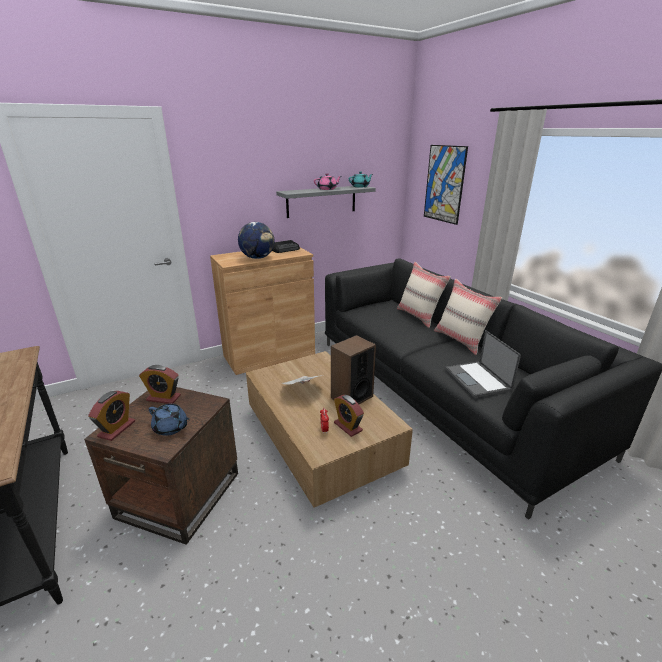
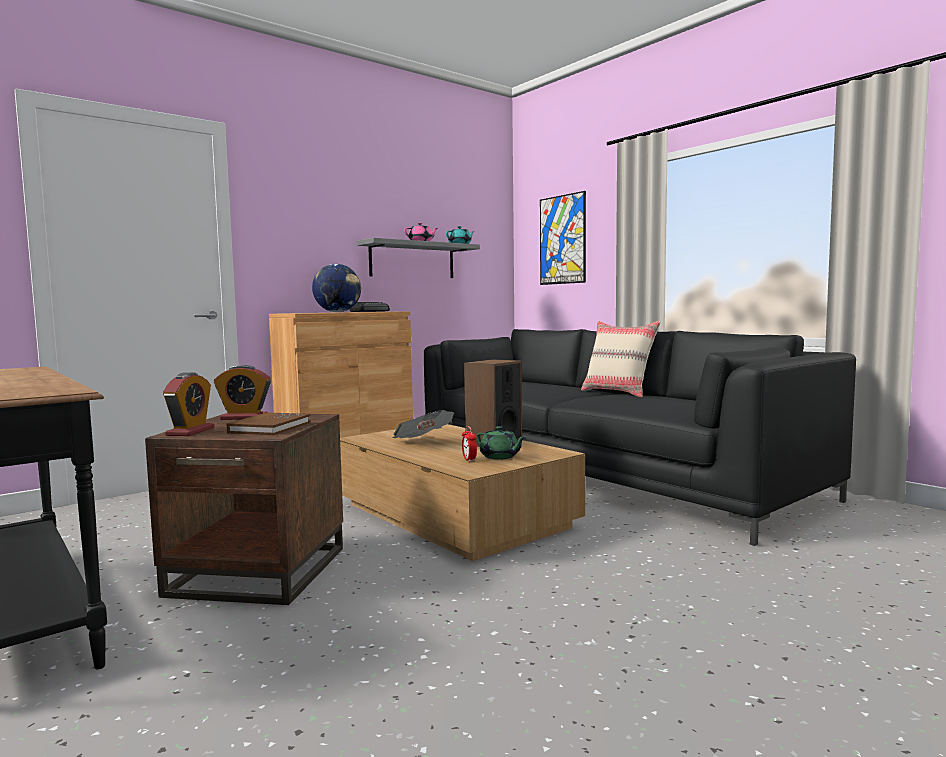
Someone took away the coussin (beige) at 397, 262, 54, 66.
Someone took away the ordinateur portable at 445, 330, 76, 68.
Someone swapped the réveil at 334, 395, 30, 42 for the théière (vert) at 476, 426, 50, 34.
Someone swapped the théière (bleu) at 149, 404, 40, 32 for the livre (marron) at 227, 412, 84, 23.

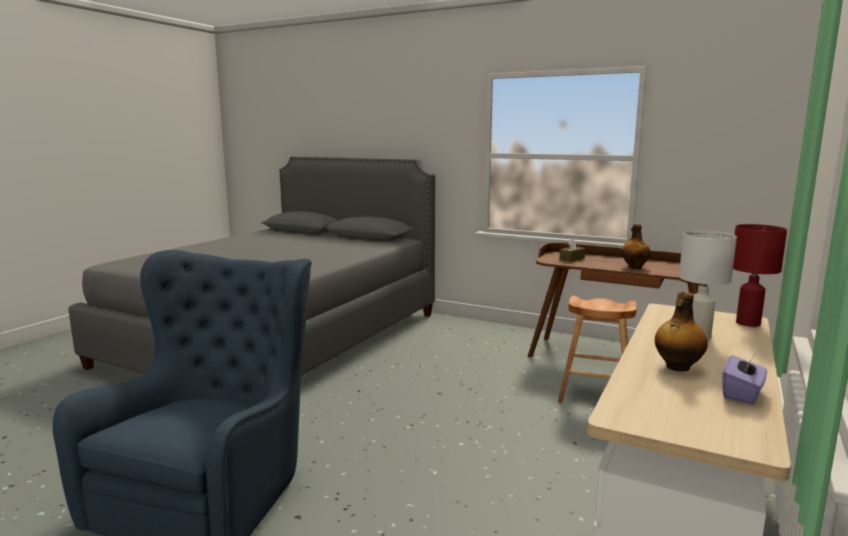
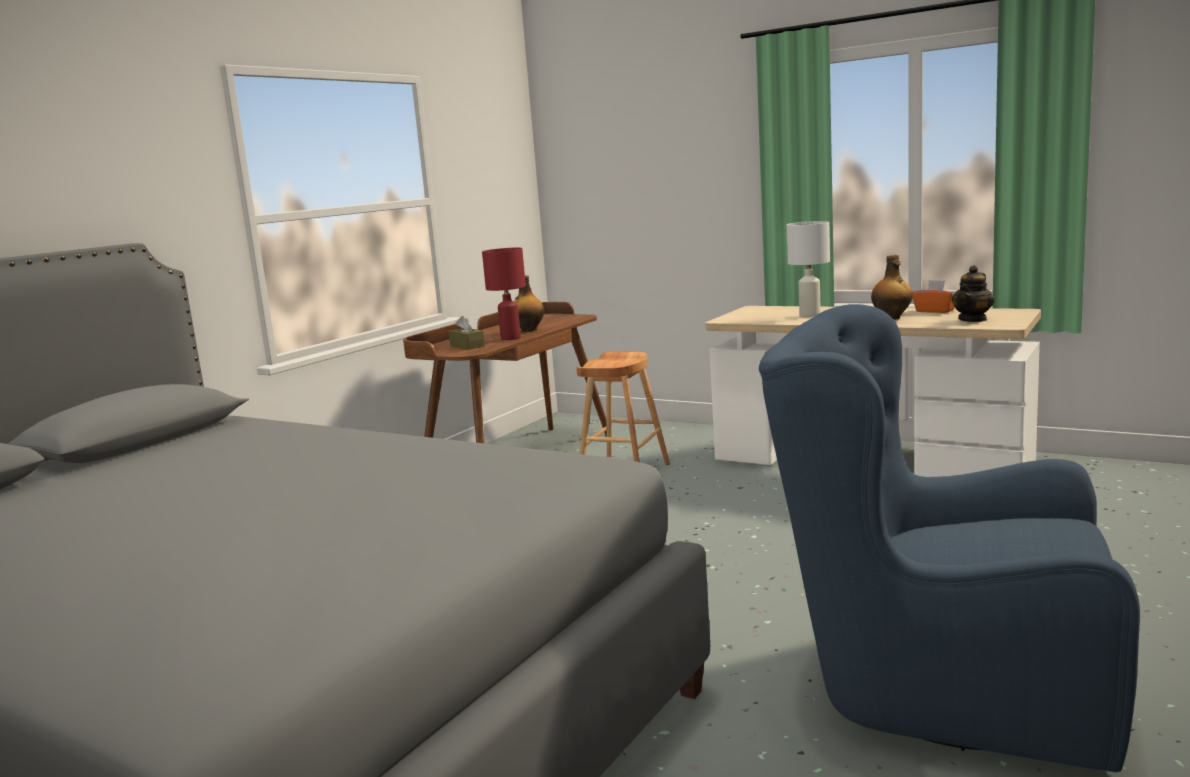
Someone carried the lampe de table (rouge) from 733, 224, 54, 103 to 482, 248, 44, 92.
Someone repainted the boîte à mouchoirs (violet) at 722, 352, 45, 53, which became the boîte à mouchoirs (orange) at 912, 280, 43, 33.
Someone put down the théière at 952, 265, 42, 57.

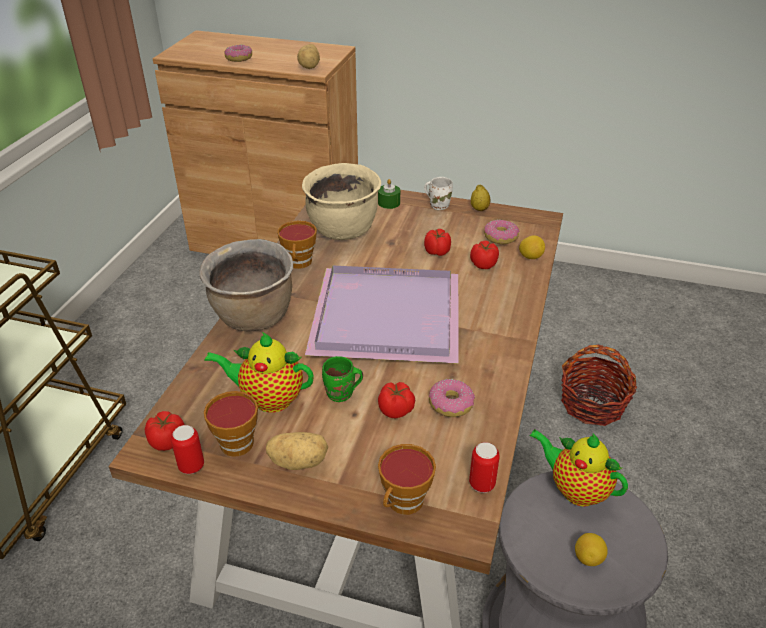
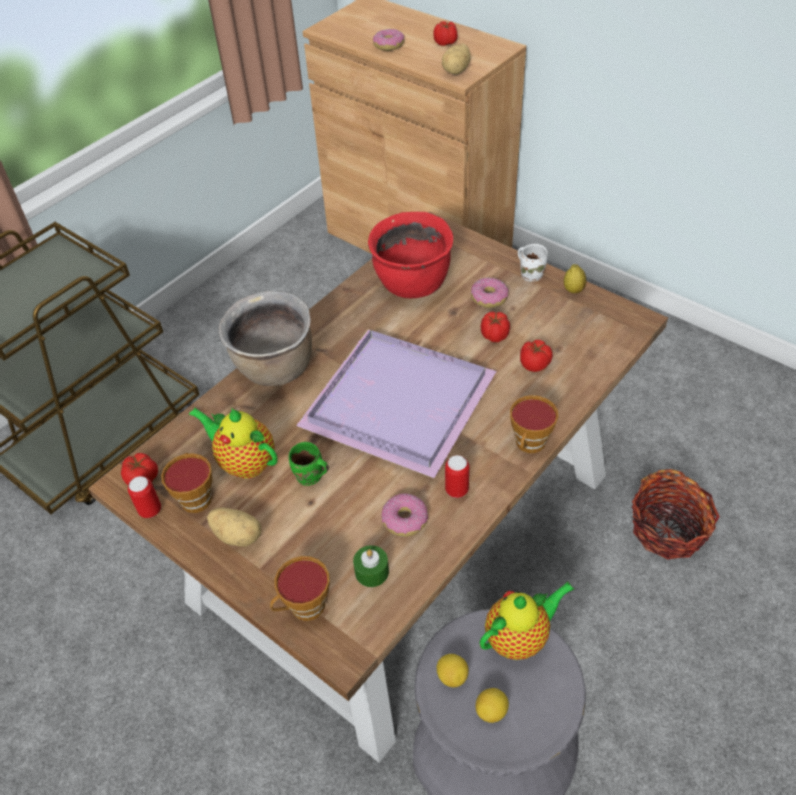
Someone repainted the marmite (beige) at 302, 163, 79, 77, which became the marmite (rouge) at 368, 212, 85, 86.
Someone carried the bougie (vert) from 378, 179, 22, 30 to 353, 545, 36, 42.
Someone carried the tasse from 277, 220, 40, 49 to 510, 395, 48, 58.
Someone carried the beignet from 484, 220, 36, 24 to 471, 278, 38, 30.
Someone carried the citron from 519, 235, 26, 24 to 437, 654, 32, 33.
Someone carried the tomate from 378, 382, 37, 36 to 433, 21, 25, 25.
Someone rotated the théière at 529, 429, 99, 78 by 90 degrees clockwise.
Someone carried the boîte métallique from 469, 442, 31, 51 to 445, 455, 24, 43.

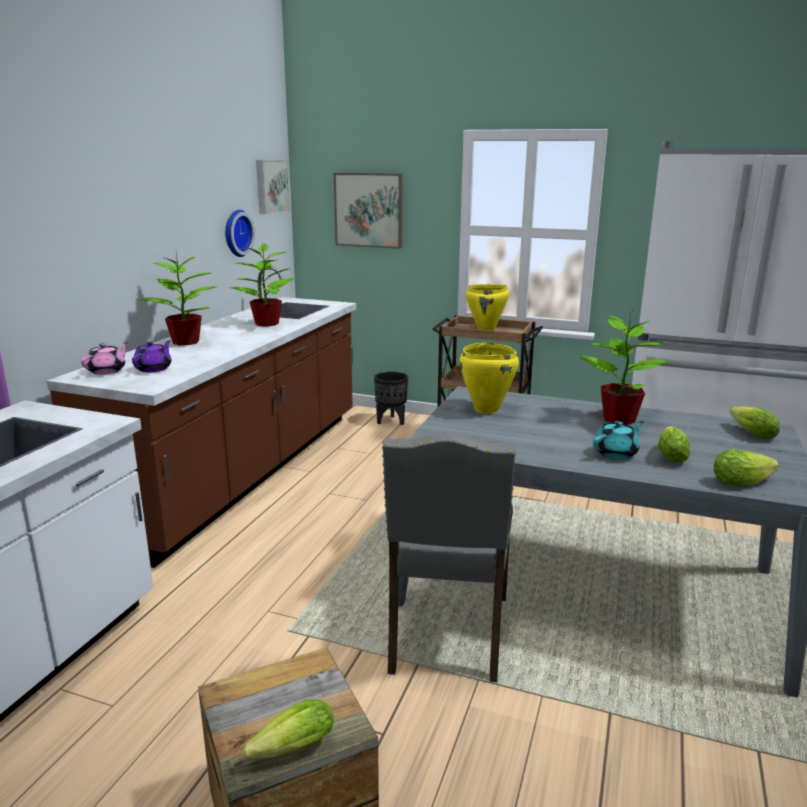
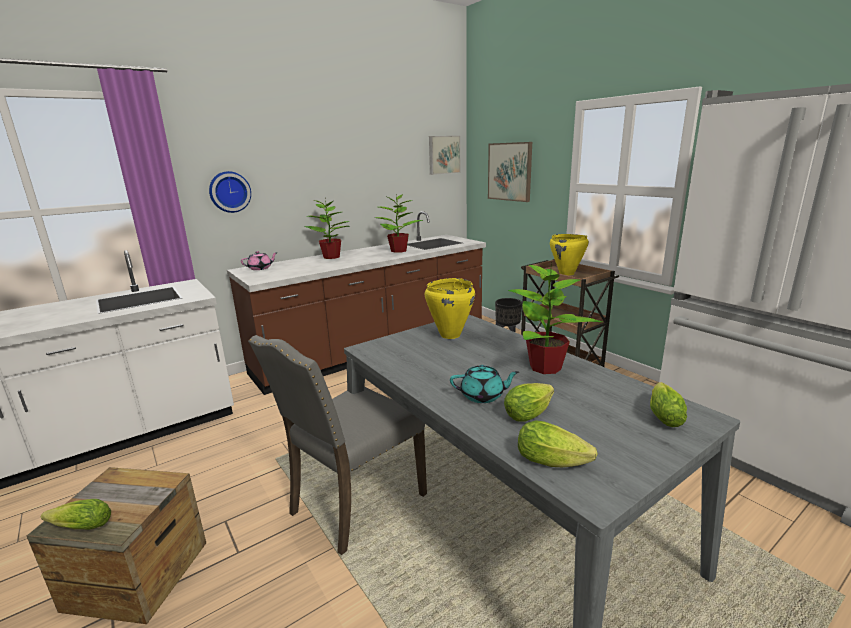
Someone carried the horloge murale from 225, 210, 30, 47 to 209, 171, 42, 42.
Someone took away the théière (violet) at 132, 340, 39, 32.

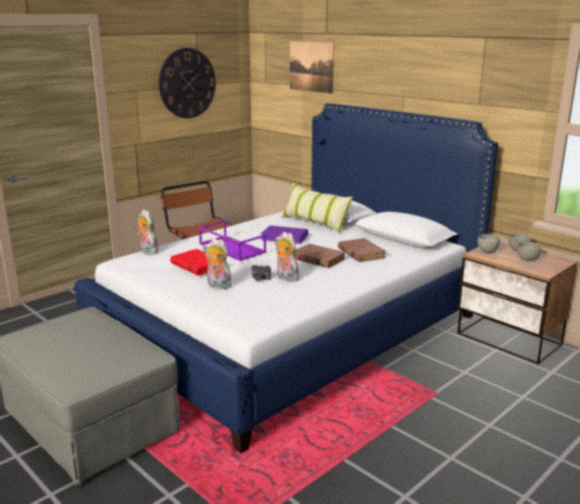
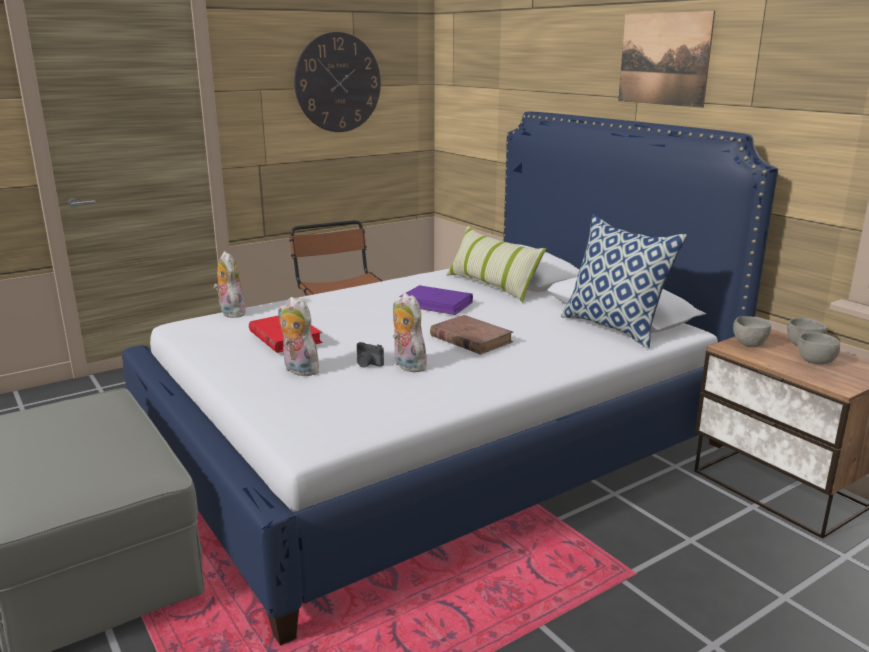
Someone carried the tableau from 290, 41, 44, 53 to 618, 11, 97, 97.
Someone took away the plateau (violet) at 199, 220, 67, 41.
Someone took away the livre (marron) at 338, 238, 48, 24.
Someone put down the coussin at 561, 215, 126, 133.

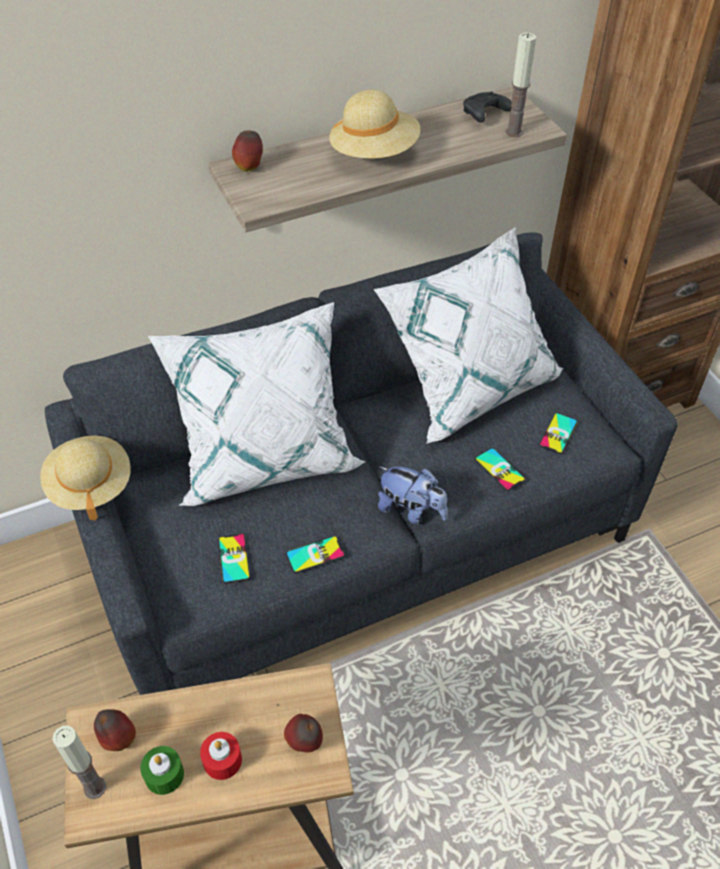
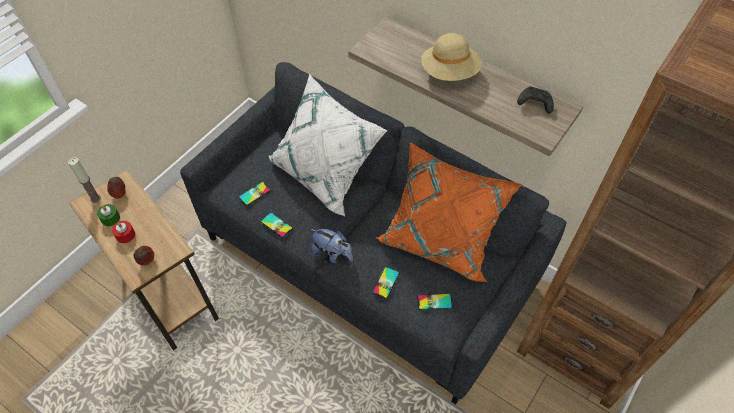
Someone took away the bougie at 505, 32, 31, 105.
Someone took away the pomme at 232, 130, 31, 42.
Someone repainted the coussin (blanc) at 374, 227, 189, 217, which became the coussin (orange) at 376, 142, 146, 140.
Someone took away the chapeau (beige) at 40, 436, 91, 84.
Someone rotated the peluche at 378, 466, 70, 59 by 60 degrees counterclockwise.

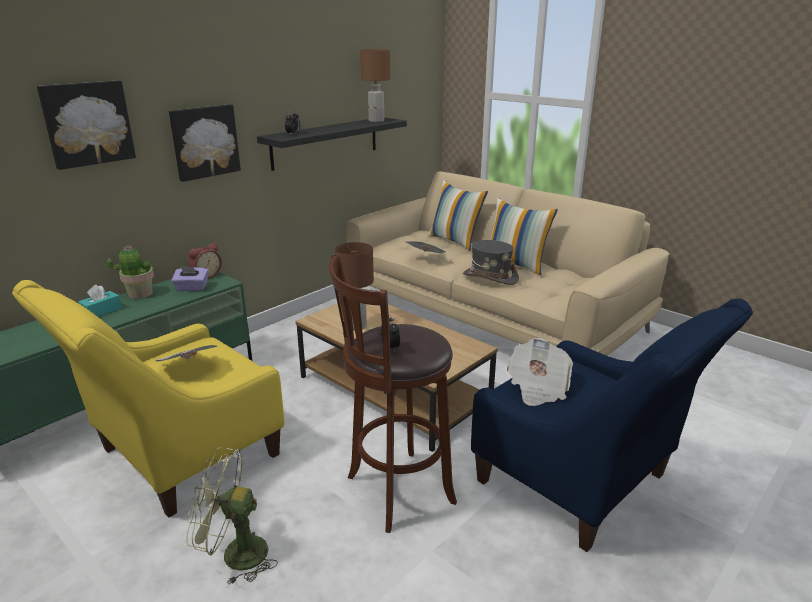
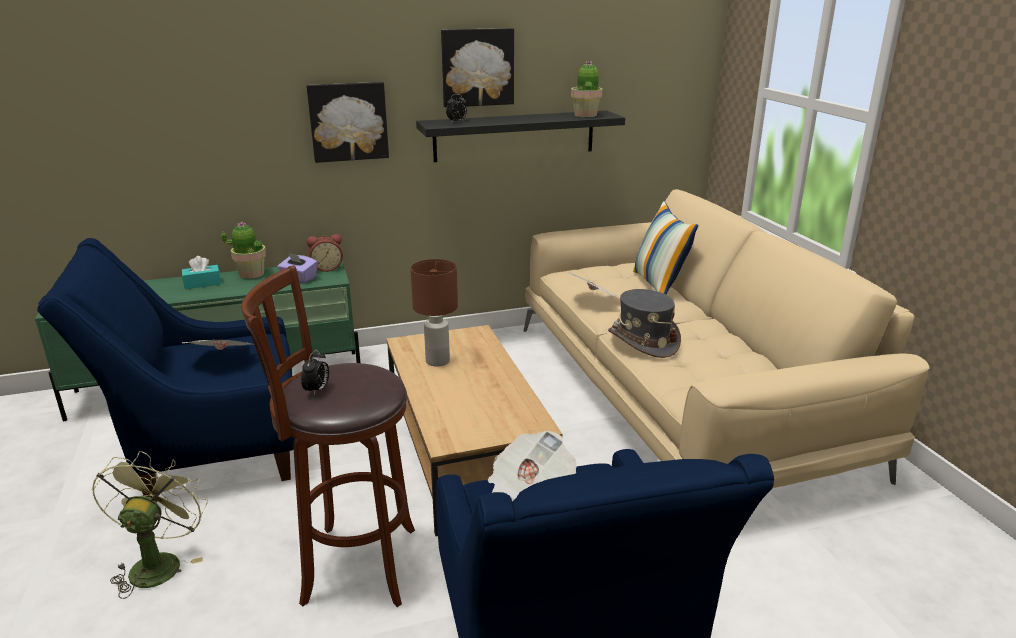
Someone swapped the lampe de table (marron) at 360, 49, 30, 73 for the plante en pot at 571, 61, 31, 56.
Someone carried the tableau from 37, 81, 99, 89 to 441, 28, 73, 80.
Someone took away the coussin at 490, 198, 68, 77.
Someone repainted the fauteuil (jaune) at 12, 280, 272, 238, which became the fauteuil (bleu) at 37, 238, 258, 264.
Someone rotated the ventilateur (vert) at 187, 447, 91, 137 by 60 degrees clockwise.

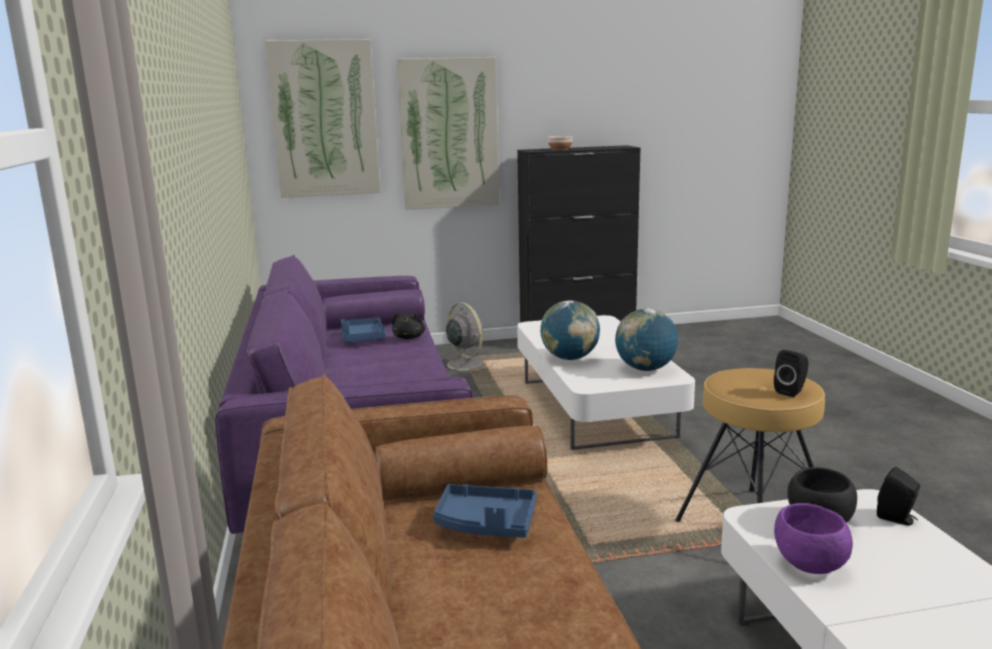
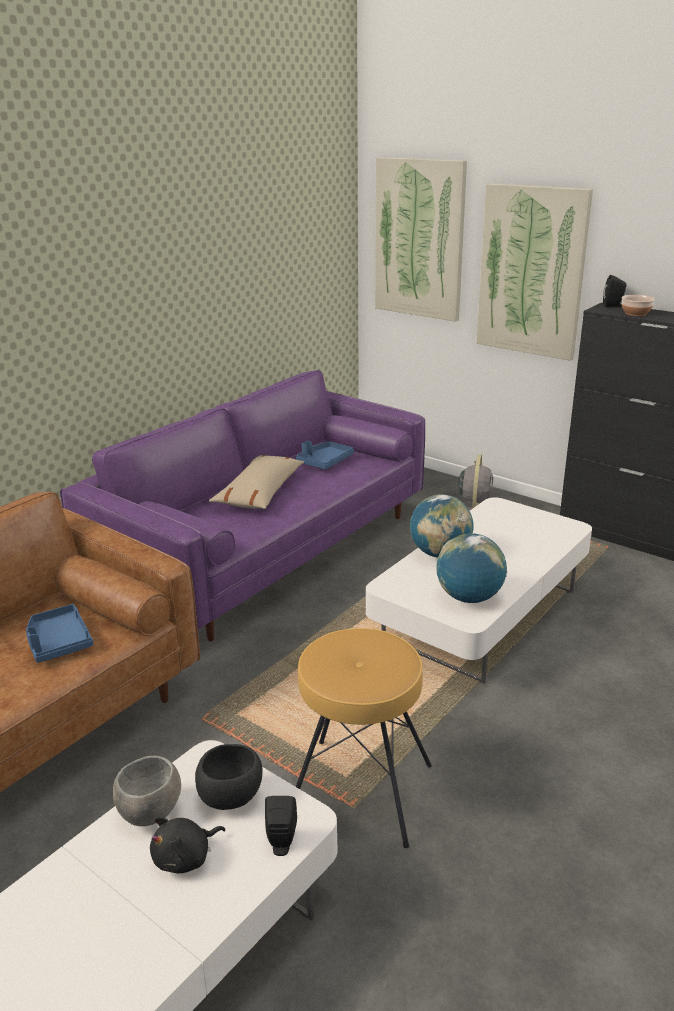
Someone carried the peluche (noir) from 392, 312, 33, 27 to 150, 817, 75, 56.
Someone carried the enceinte (noir) from 774, 350, 34, 47 to 603, 275, 24, 33.
Someone repainted the bol (violet) at 774, 503, 79, 71, which became the bol (gris) at 113, 756, 68, 70.
Someone put down the coussin (beige) at 209, 455, 95, 54.

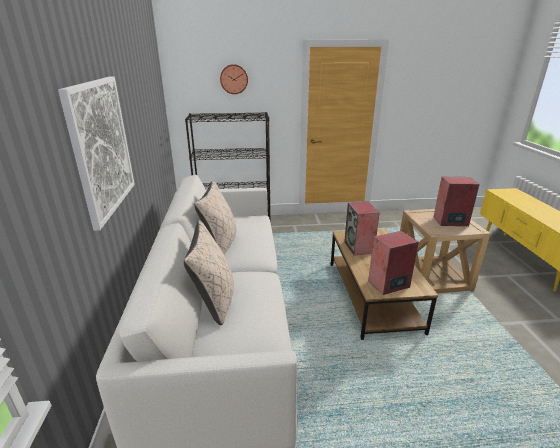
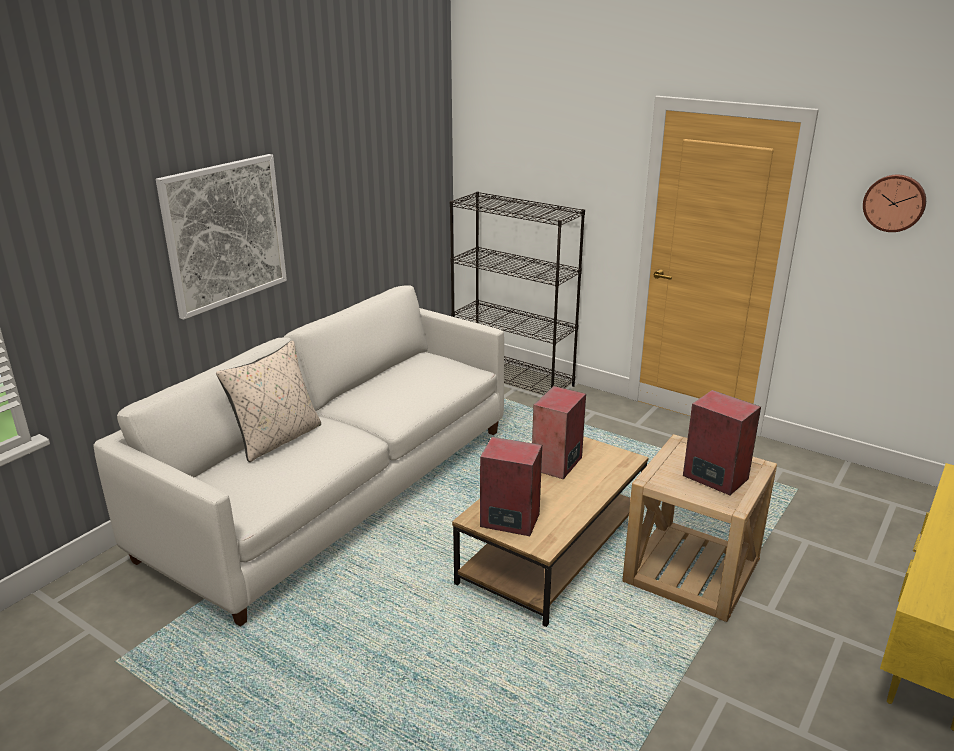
Someone carried the horloge murale from 220, 64, 28, 30 to 863, 175, 63, 57.
Someone took away the coussin (beige) at 194, 181, 42, 74.

